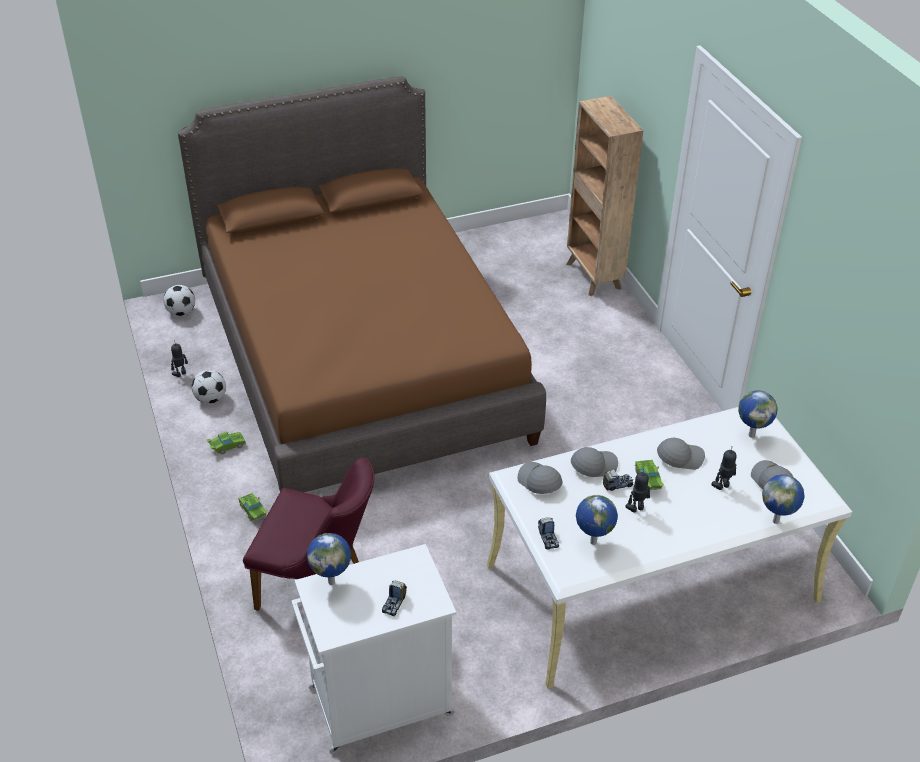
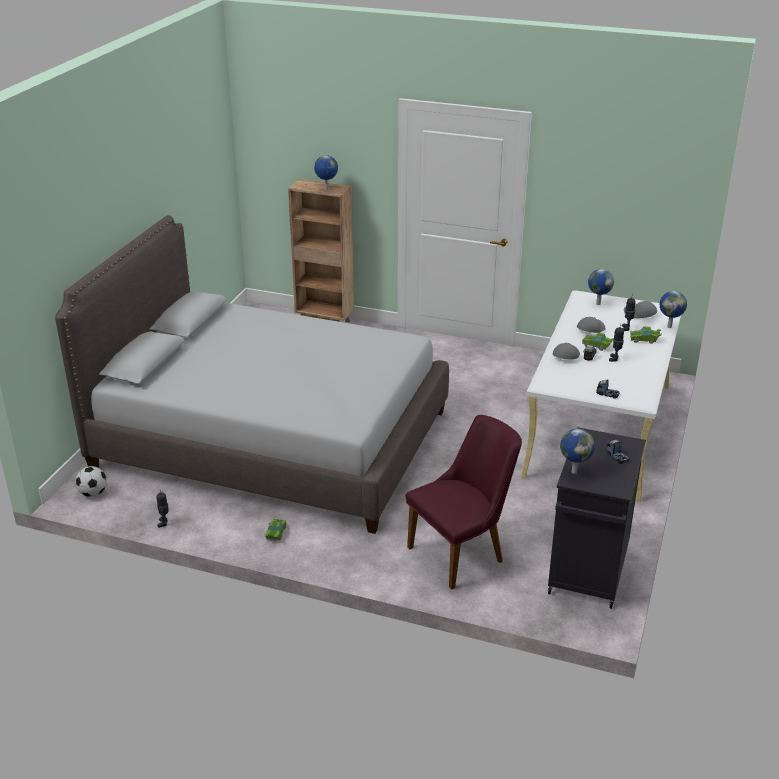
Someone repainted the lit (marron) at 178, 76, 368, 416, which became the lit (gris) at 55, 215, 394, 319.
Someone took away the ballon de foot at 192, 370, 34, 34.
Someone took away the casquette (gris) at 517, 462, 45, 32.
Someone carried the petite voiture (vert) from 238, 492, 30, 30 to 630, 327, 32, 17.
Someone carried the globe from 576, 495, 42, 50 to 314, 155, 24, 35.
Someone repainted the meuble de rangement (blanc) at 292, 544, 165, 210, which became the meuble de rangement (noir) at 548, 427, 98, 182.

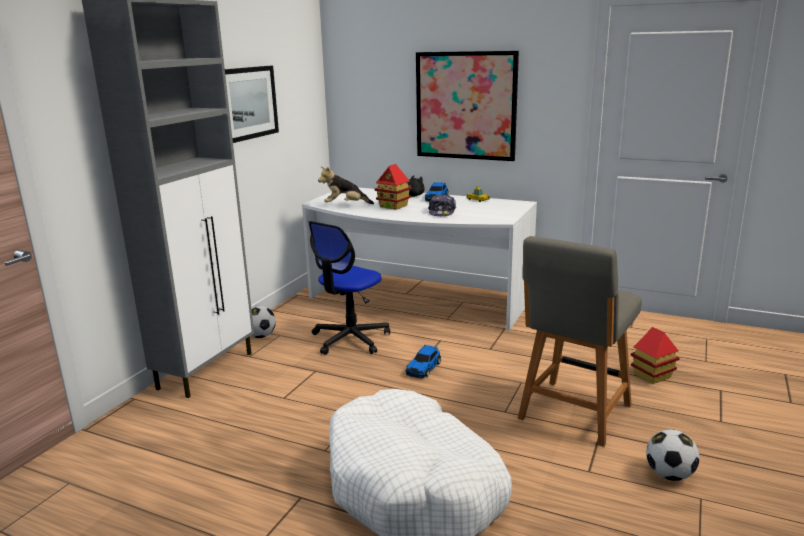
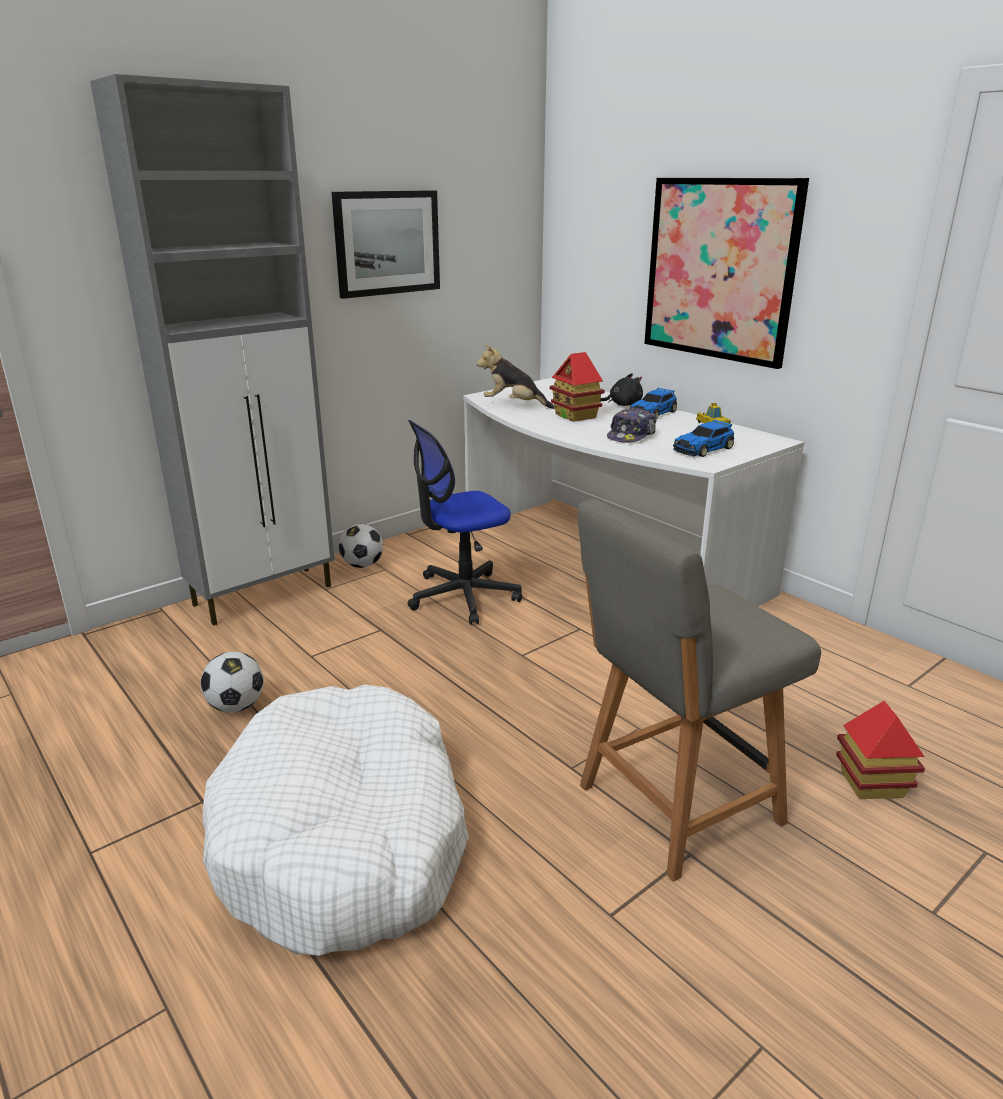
Someone carried the petite voiture from 405, 345, 36, 34 to 673, 420, 61, 37.
Someone carried the ballon de foot from 646, 429, 54, 52 to 201, 652, 63, 61.

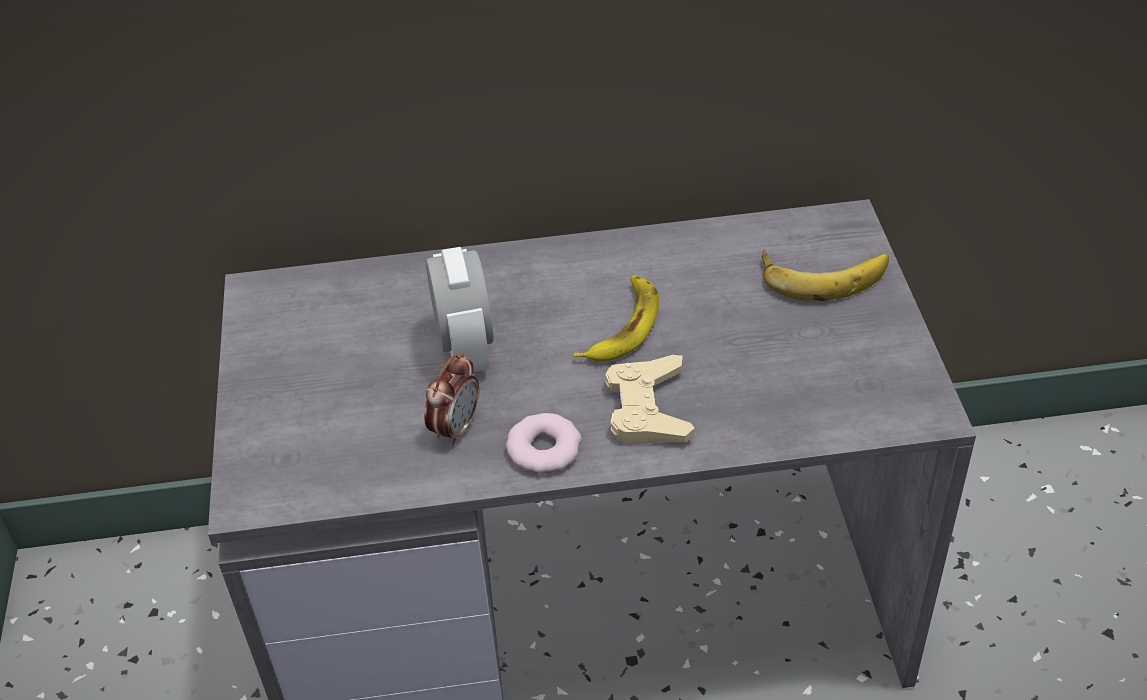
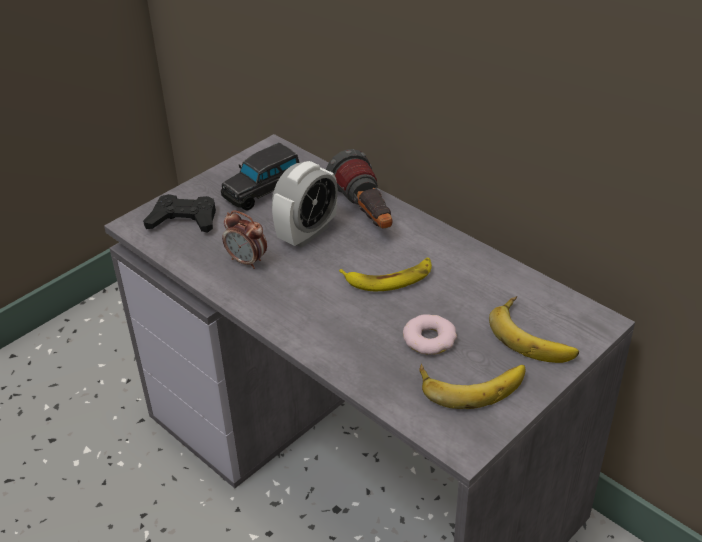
Someone rotated the réveil at 424, 352, 55, 94 by 45 degrees clockwise.
Someone took away the manette (beige) at 605, 355, 90, 90.
Someone carried the beignet from 506, 413, 76, 61 to 403, 314, 54, 41.
Someone put down the petite voiture (noir) at 221, 143, 79, 68.
Someone put down the lampe de poche at 326, 149, 66, 80.
Someone put down the manette (noir) at 143, 194, 73, 39.
Someone put down the banane at 420, 364, 106, 45.

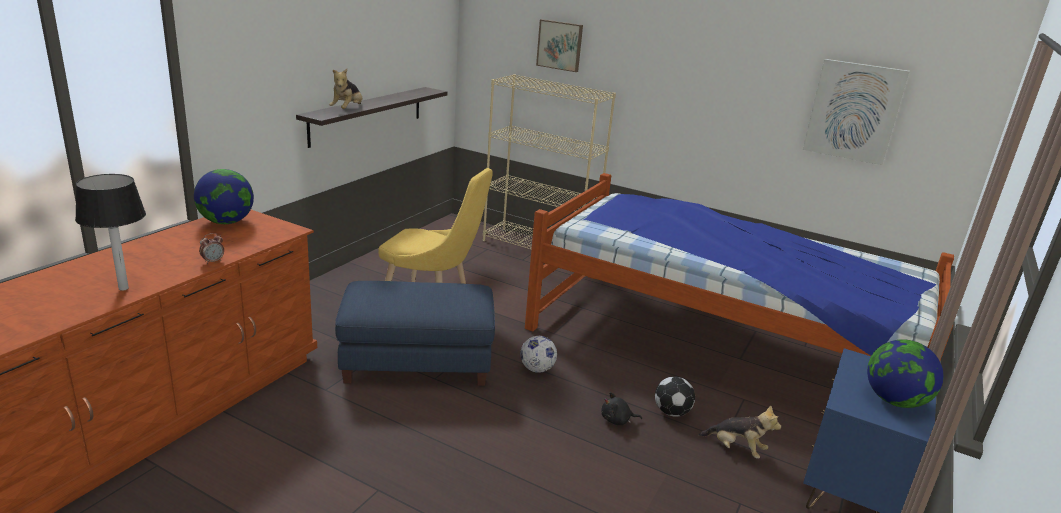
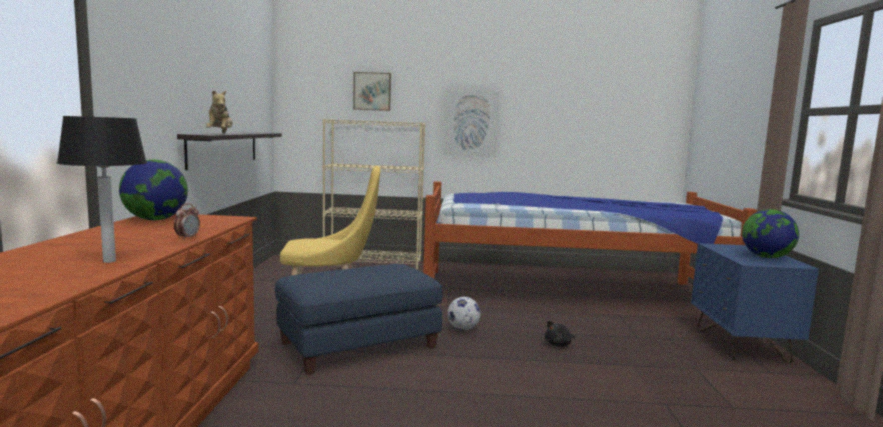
Someone carried the tableau from 803, 59, 107, 106 to 443, 90, 56, 66.
Someone took away the ballon de foot at 655, 376, 40, 41.
Someone took away the peluche at 698, 405, 83, 54.

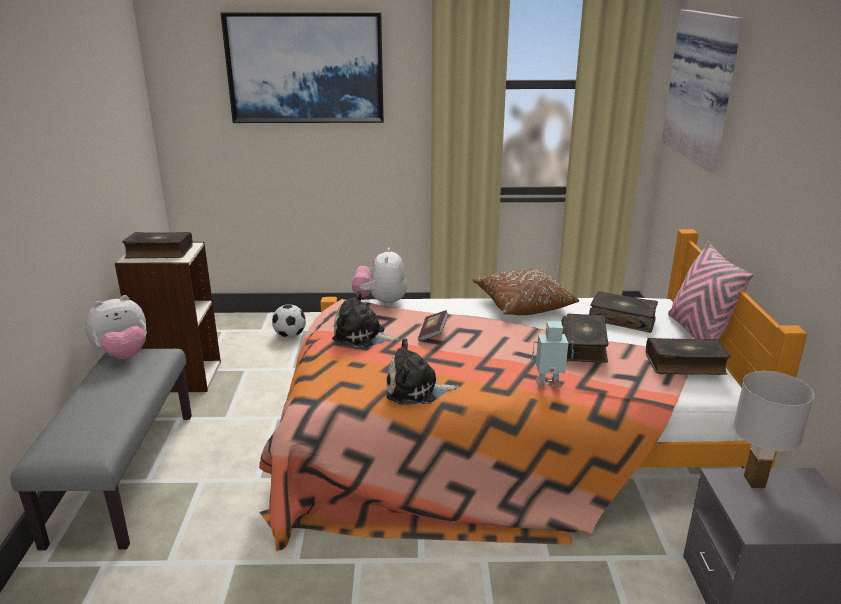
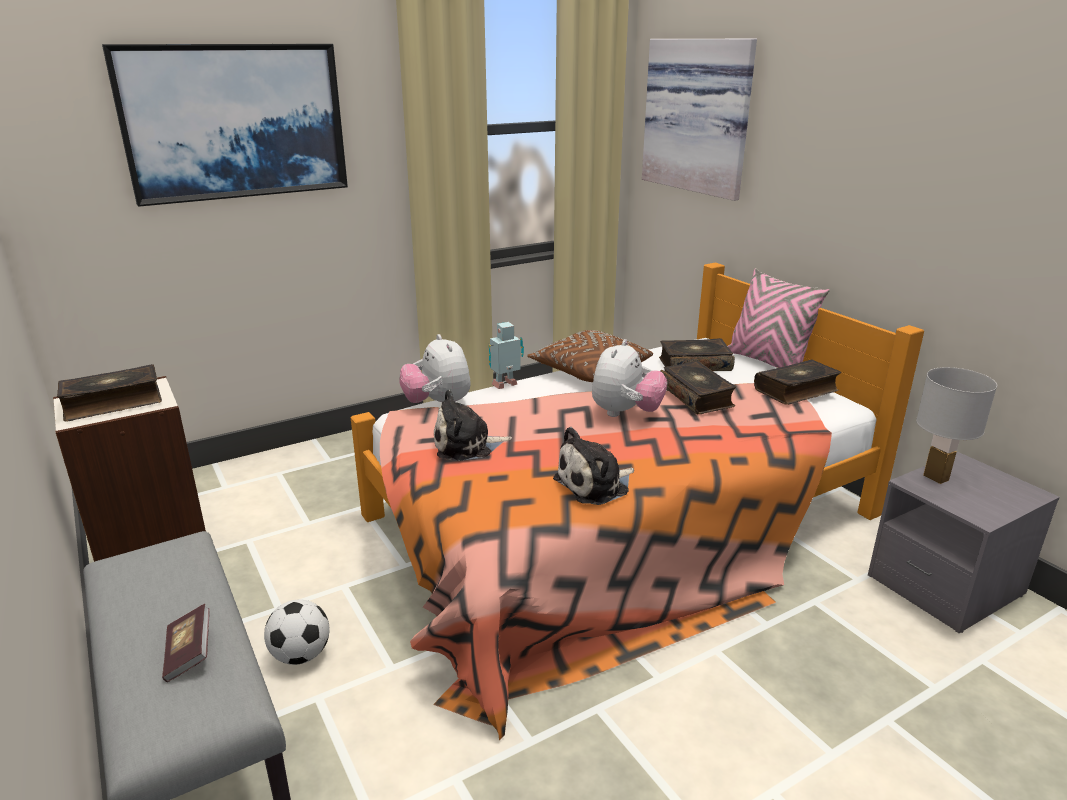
Someone carried the peluche from 85, 295, 62, 64 to 592, 339, 75, 78.
Someone carried the ballon de foot from 272, 304, 34, 34 to 264, 599, 66, 66.
Someone carried the livre from 418, 310, 30, 31 to 162, 604, 48, 78.
Someone carried the robot jouet from 532, 321, 42, 67 to 489, 322, 35, 67.

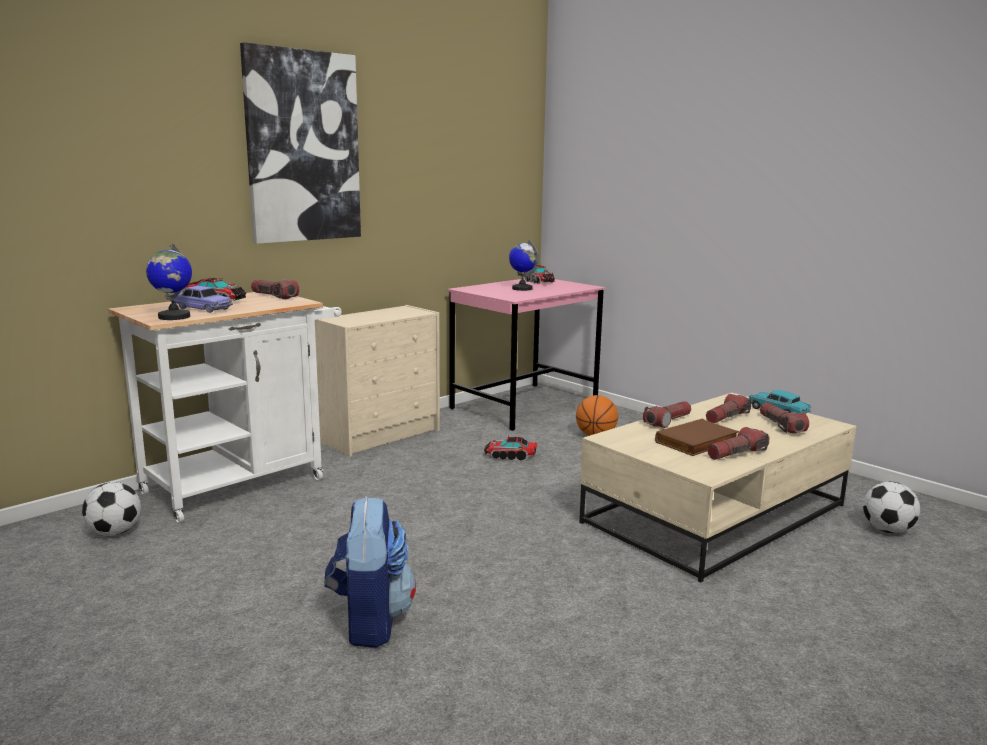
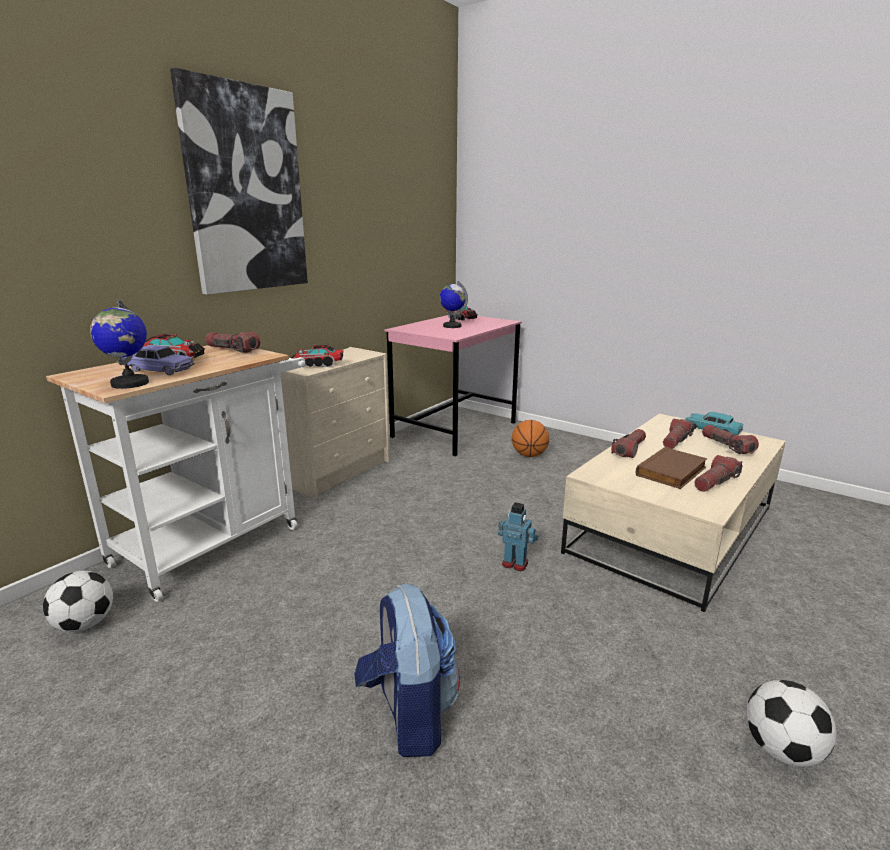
Someone carried the camion jouet from 484, 436, 53, 25 to 291, 345, 53, 22.
Someone carried the ballon de foot from 863, 482, 57, 51 to 746, 680, 91, 87.
Someone put down the robot jouet at 498, 502, 40, 69.

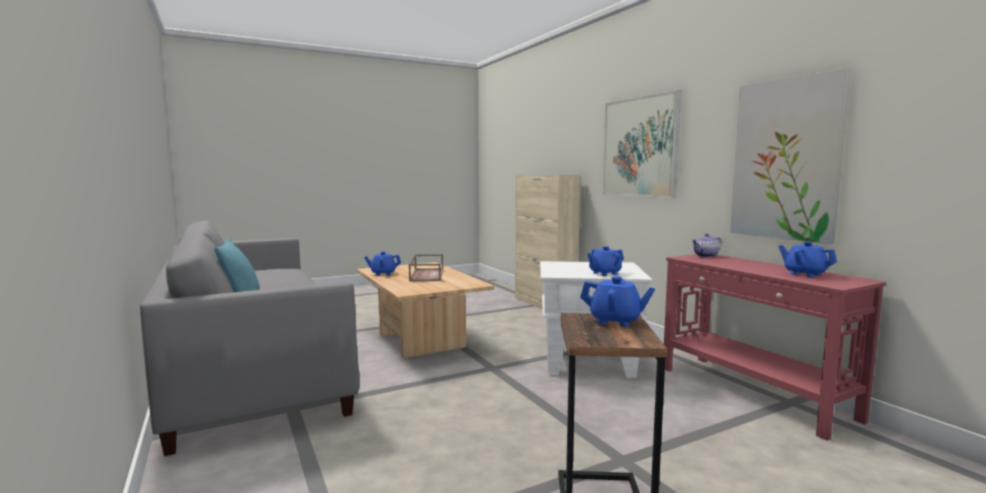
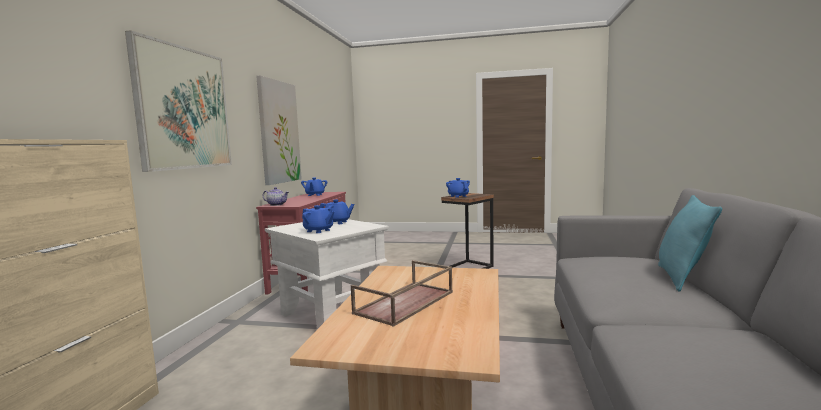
Someone carried the théière (bleu) from 364, 252, 37, 24 to 302, 205, 32, 28.

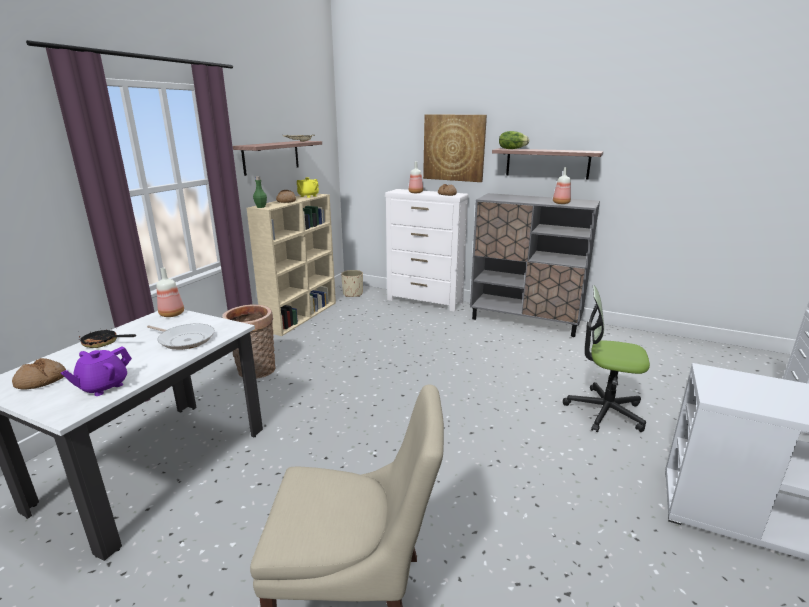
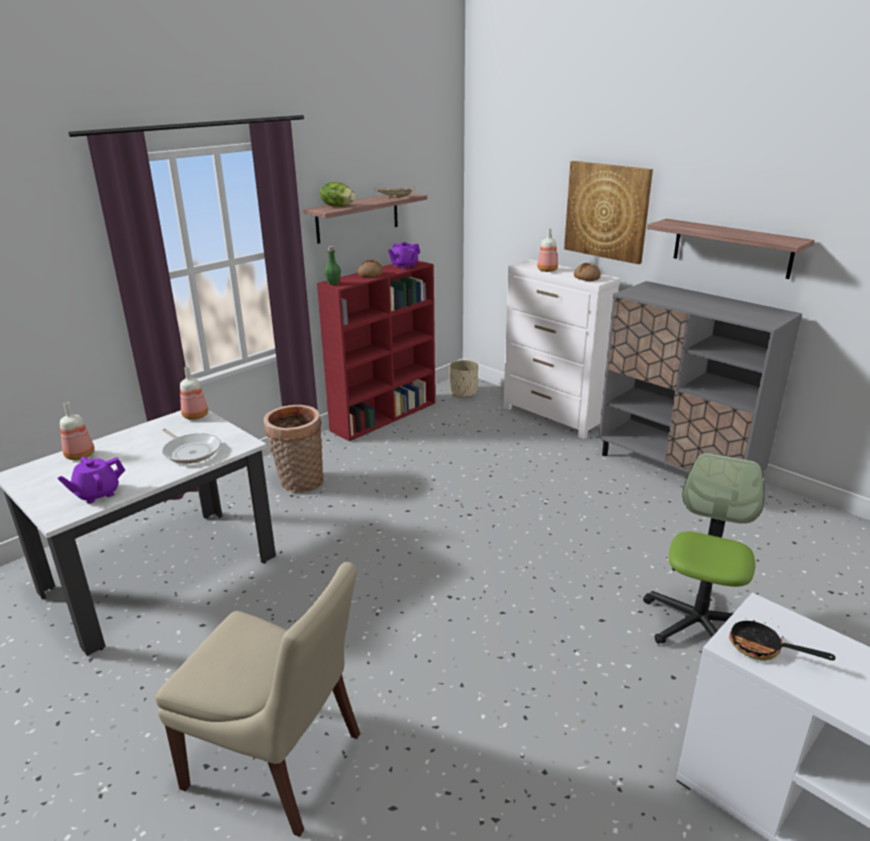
Someone carried the laitue from 499, 131, 30, 18 to 320, 182, 36, 25.
Someone carried the bouteille from 553, 167, 18, 37 to 60, 402, 35, 58.
Someone repainted the théière (jaune) at 297, 177, 22, 21, which became the théière (violet) at 388, 242, 32, 27.
Someone repainted the bibliothèque (beige) at 247, 194, 89, 142, which became the bibliothèque (rouge) at 317, 261, 118, 180.
Someone rotated the chaise de bureau at 563, 285, 87, 147 by 75 degrees clockwise.
Someone carried the poêle from 78, 324, 58, 24 to 729, 618, 107, 43.
Someone took away the pain at 12, 358, 54, 32.

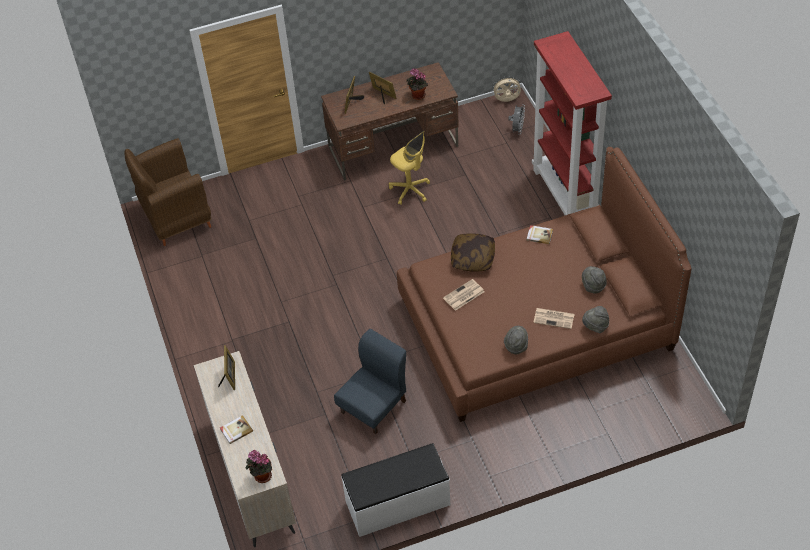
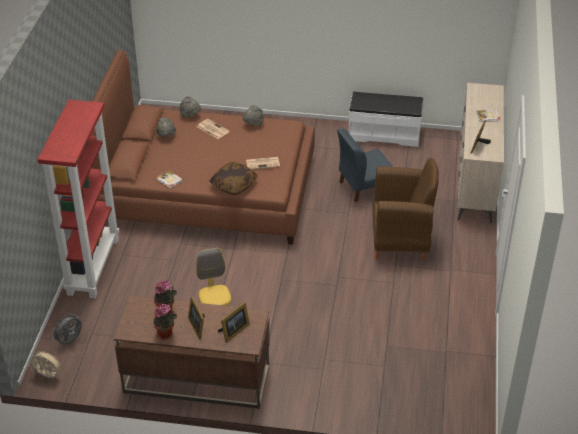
Someone carried the fauteuil (marron) from 124, 138, 88, 108 to 372, 157, 67, 103.
Someone carried the plante en pot from 245, 450, 27, 33 to 153, 303, 24, 37.

